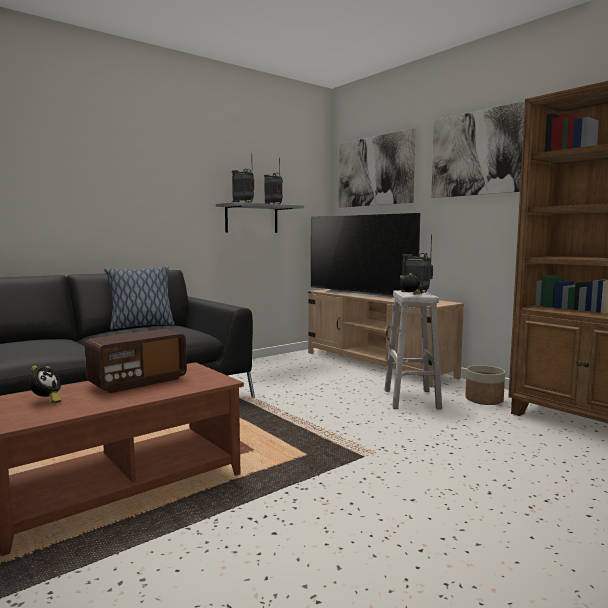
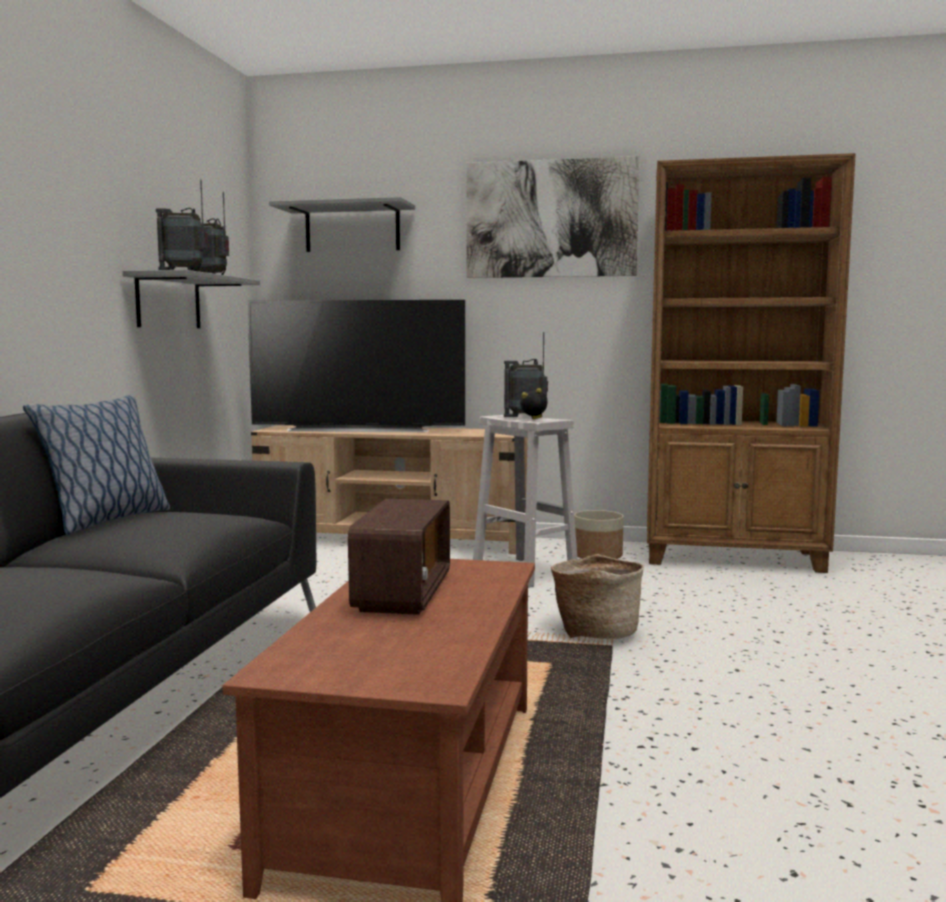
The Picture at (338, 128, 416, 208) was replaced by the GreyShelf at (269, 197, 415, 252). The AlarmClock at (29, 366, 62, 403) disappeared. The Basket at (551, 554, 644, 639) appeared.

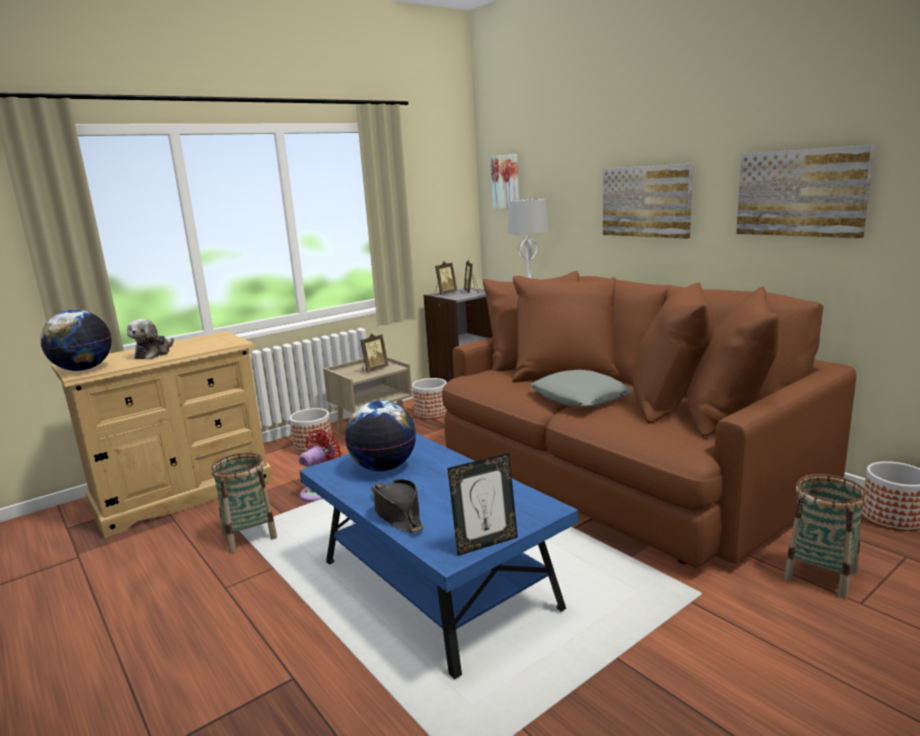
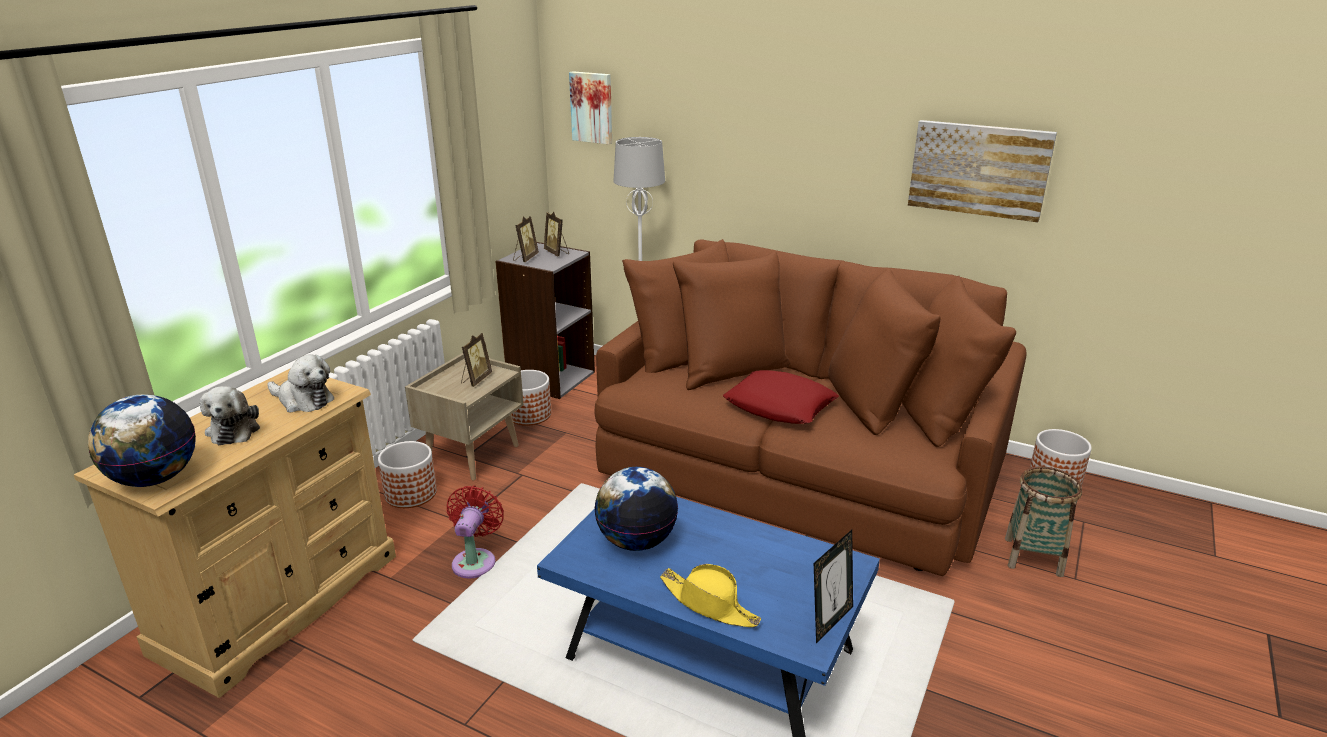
The Picture at (603, 164, 693, 239) disappeared. The GreyPillow at (530, 370, 634, 408) became the RedPillow at (723, 370, 839, 424). The Basket at (211, 453, 277, 553) disappeared. The BlackHat at (371, 479, 424, 533) became the YellowHat at (660, 564, 761, 627). The PlushToy at (267, 354, 334, 412) appeared.

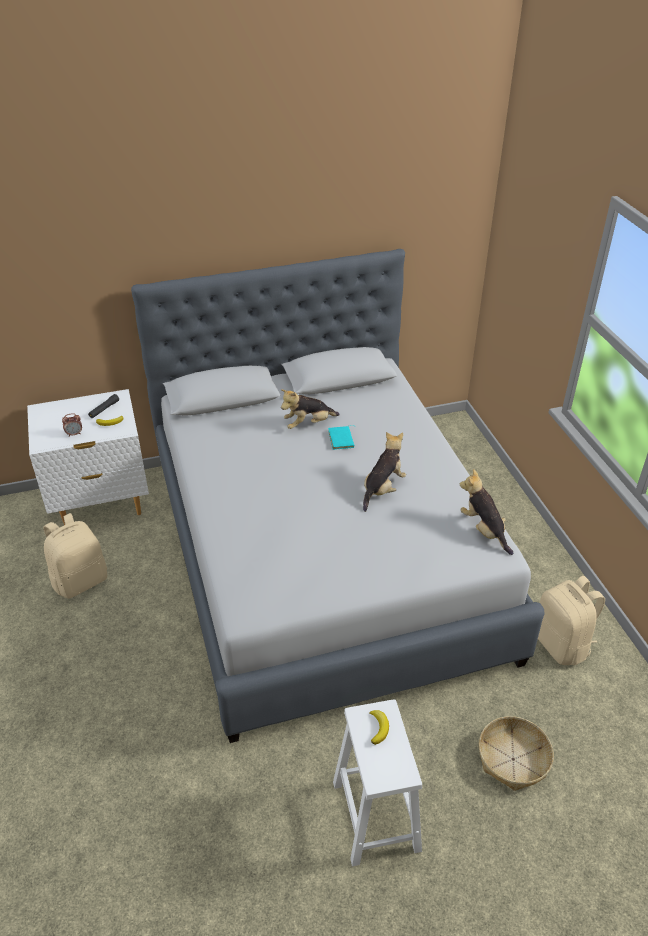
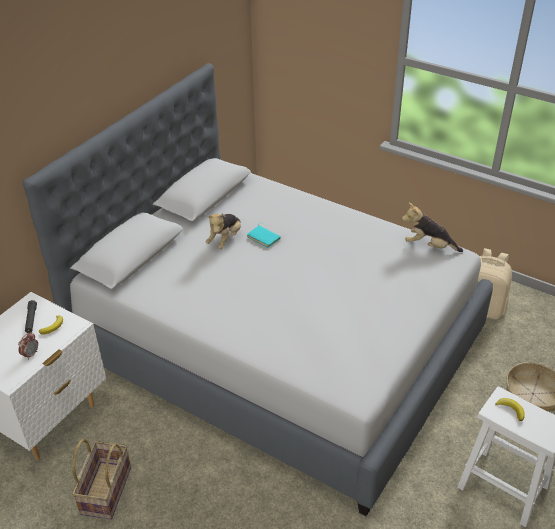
The PlushToy at (363, 432, 406, 512) disappeared. The BeigeBackpack at (43, 513, 107, 599) was replaced by the Basket at (72, 439, 131, 520).

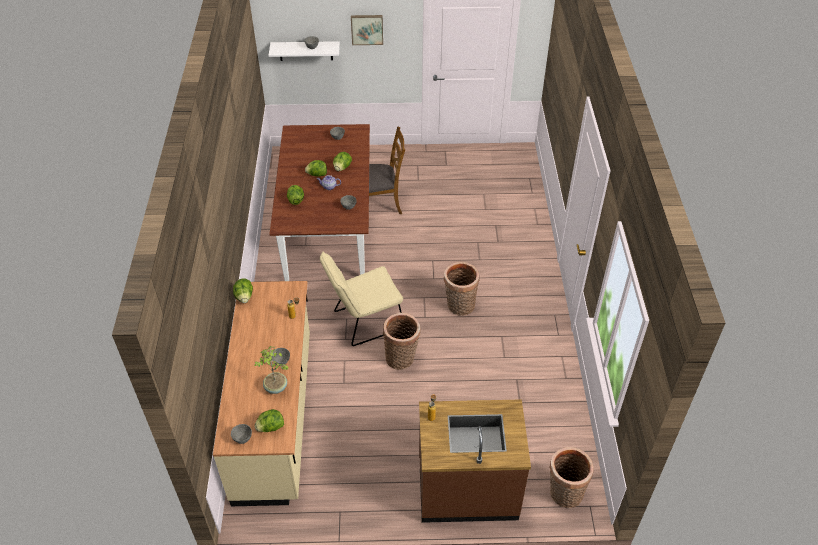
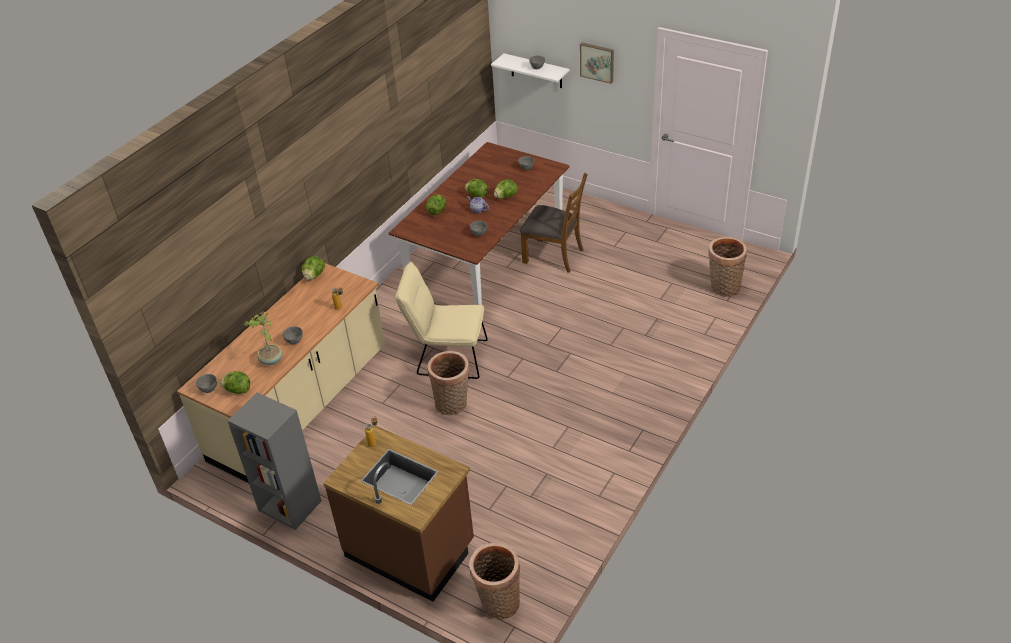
The Basket moved from (444, 262, 480, 316) to (708, 237, 747, 297). The GreyBookcase at (228, 392, 321, 530) appeared.

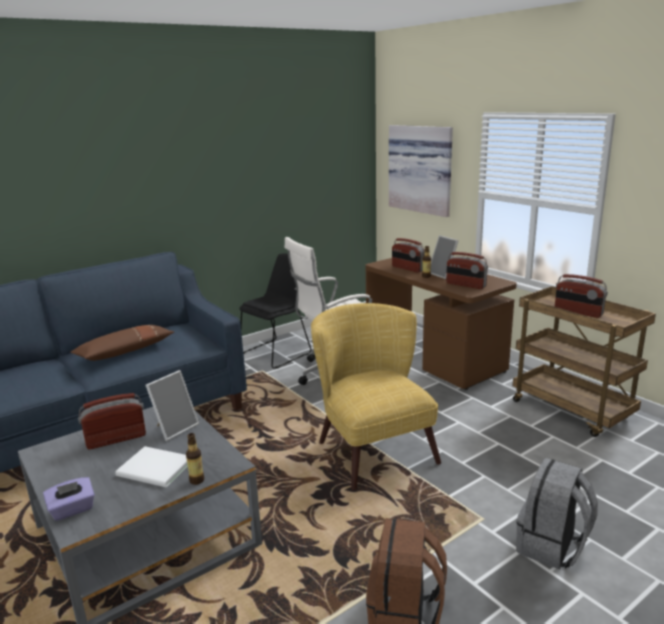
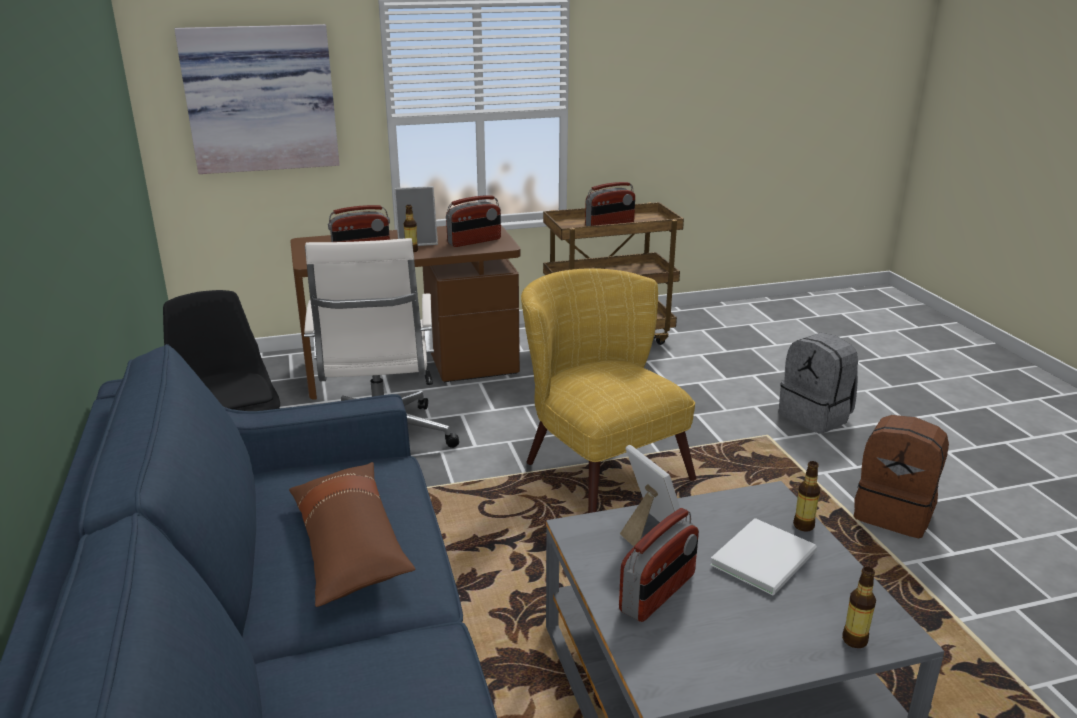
The YellowArmchair at (311, 303, 441, 490) turned 60 degrees clockwise. The Radio at (78, 393, 146, 449) turned 135 degrees counterclockwise. The PurpleTissueBox at (43, 477, 95, 521) was replaced by the Bottle at (842, 567, 876, 648).

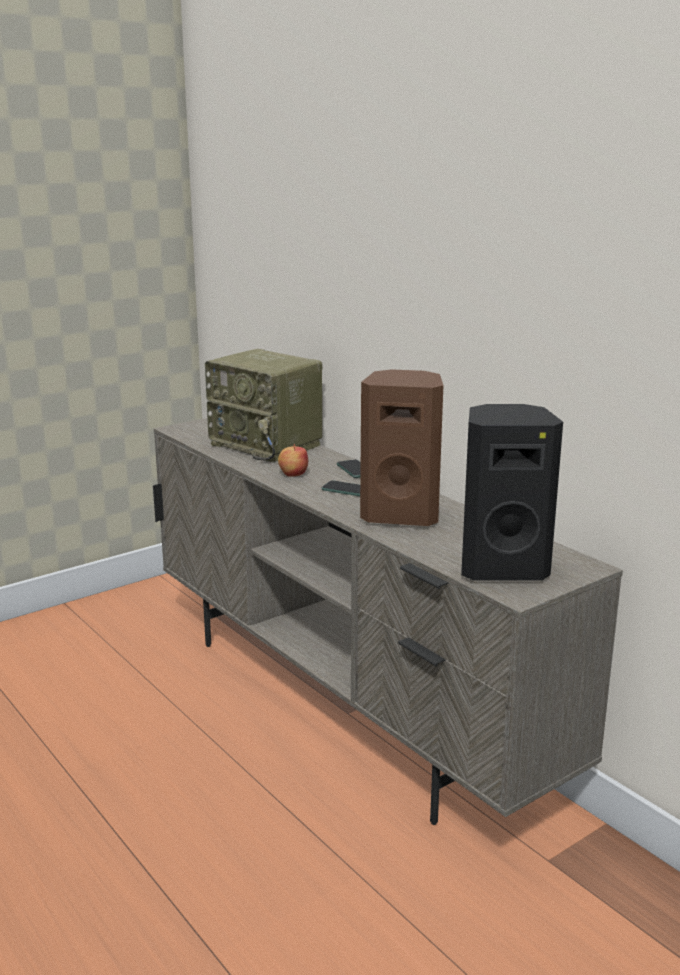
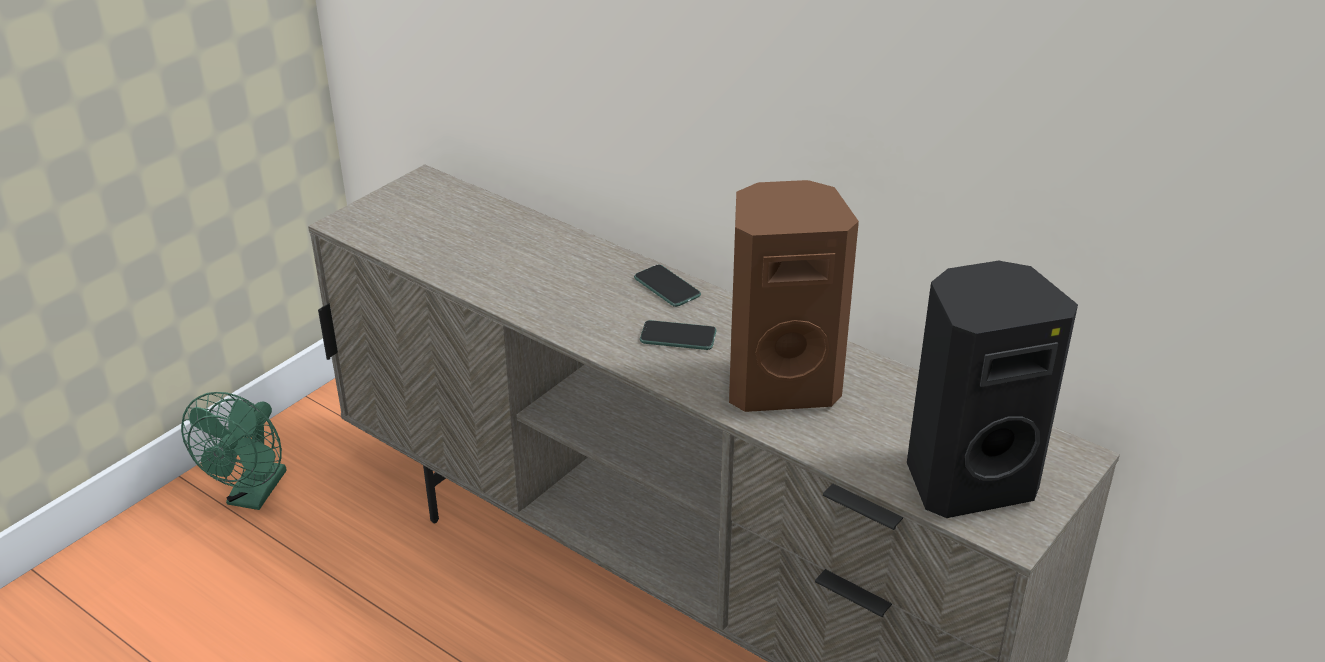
The Radio at (205, 349, 322, 463) disappeared. The Apple at (278, 444, 308, 477) disappeared. The GreenFan at (181, 392, 286, 510) appeared.

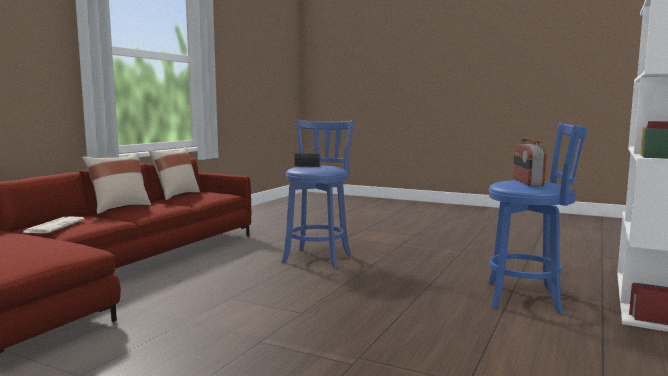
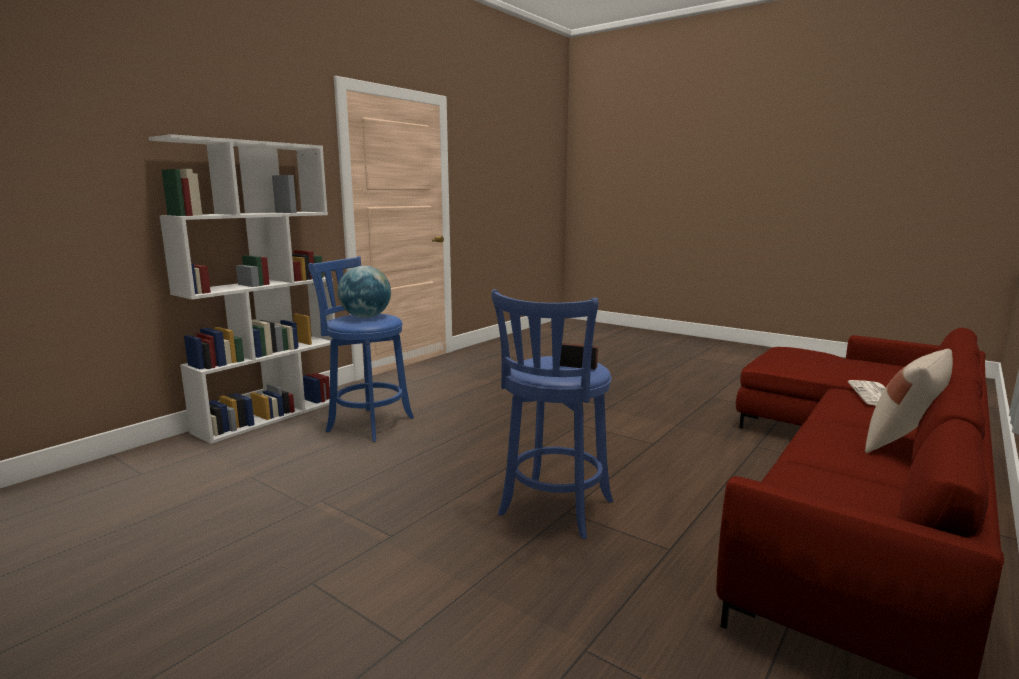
The Radio at (513, 137, 546, 186) was replaced by the Globe at (338, 266, 391, 318). The BeigePillow at (149, 147, 200, 200) disappeared.

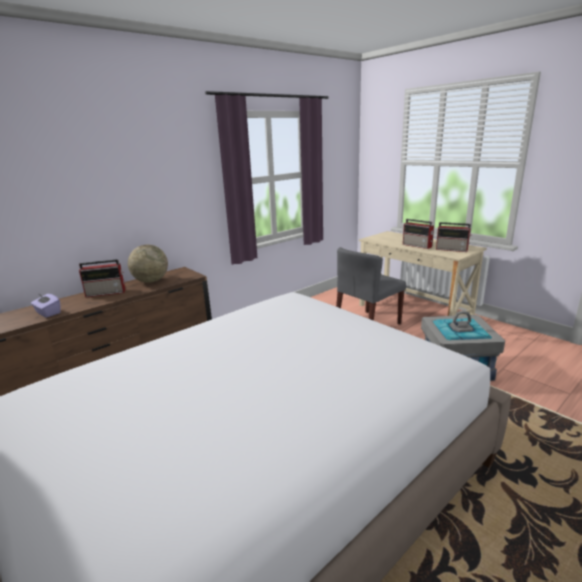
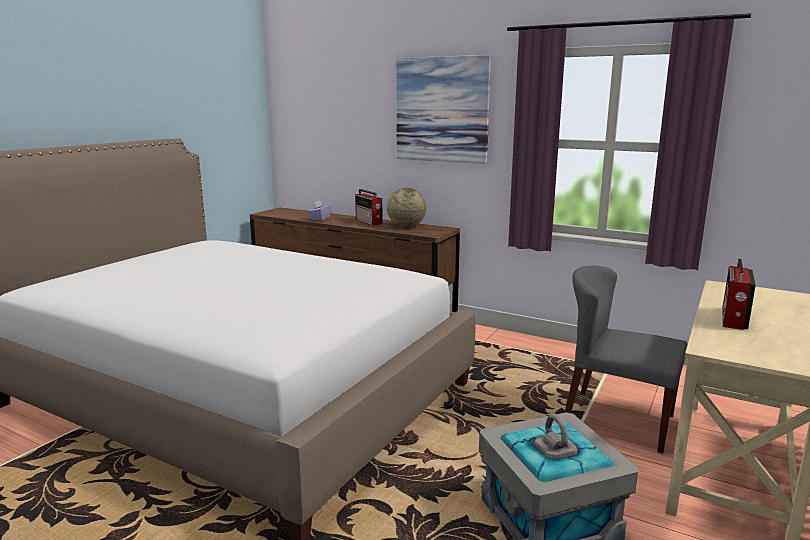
The Radio at (436, 222, 471, 252) disappeared. The Picture at (396, 55, 491, 164) appeared.

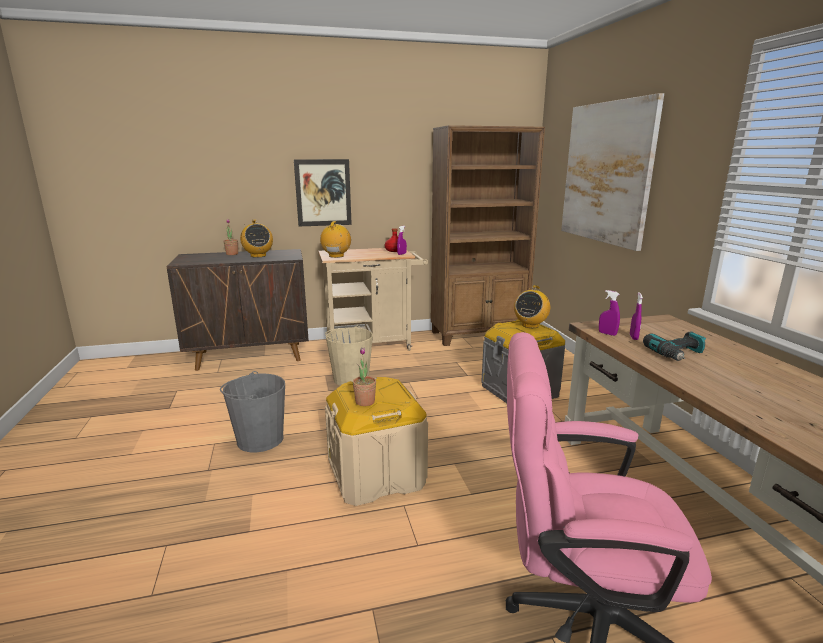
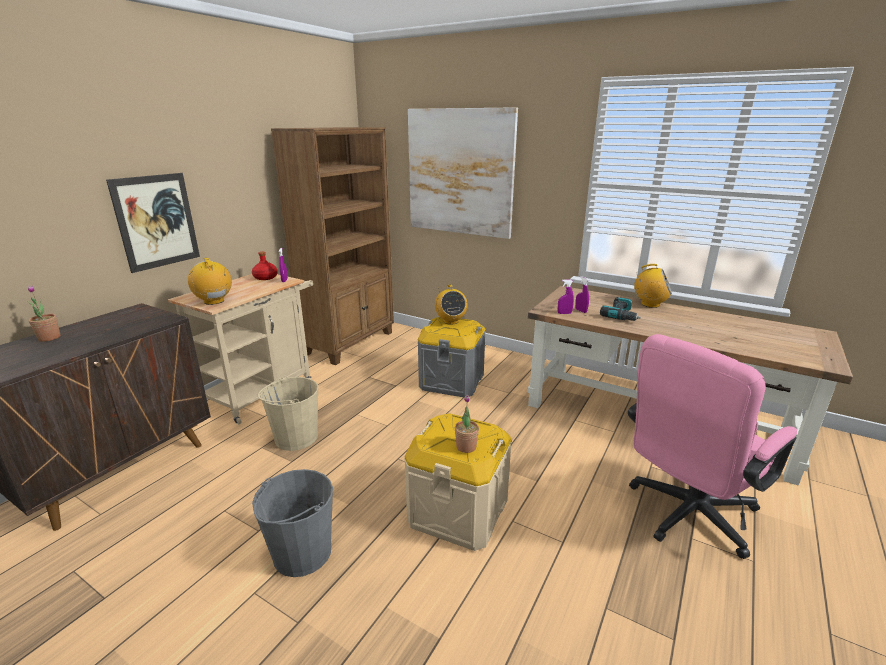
The Radio moved from (240, 219, 273, 257) to (634, 264, 672, 308).

